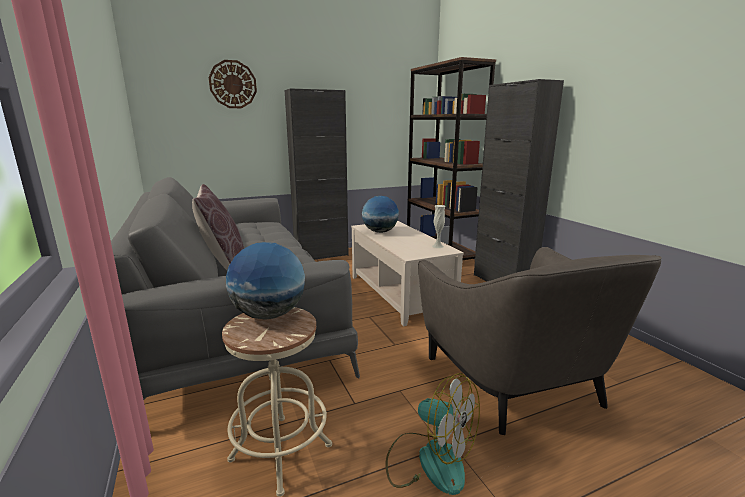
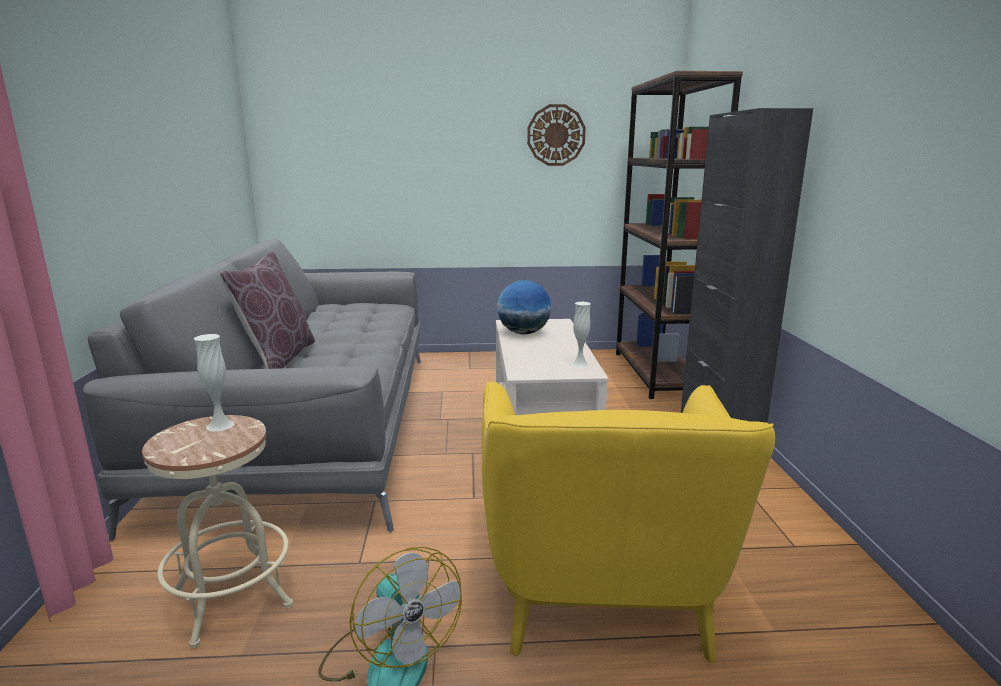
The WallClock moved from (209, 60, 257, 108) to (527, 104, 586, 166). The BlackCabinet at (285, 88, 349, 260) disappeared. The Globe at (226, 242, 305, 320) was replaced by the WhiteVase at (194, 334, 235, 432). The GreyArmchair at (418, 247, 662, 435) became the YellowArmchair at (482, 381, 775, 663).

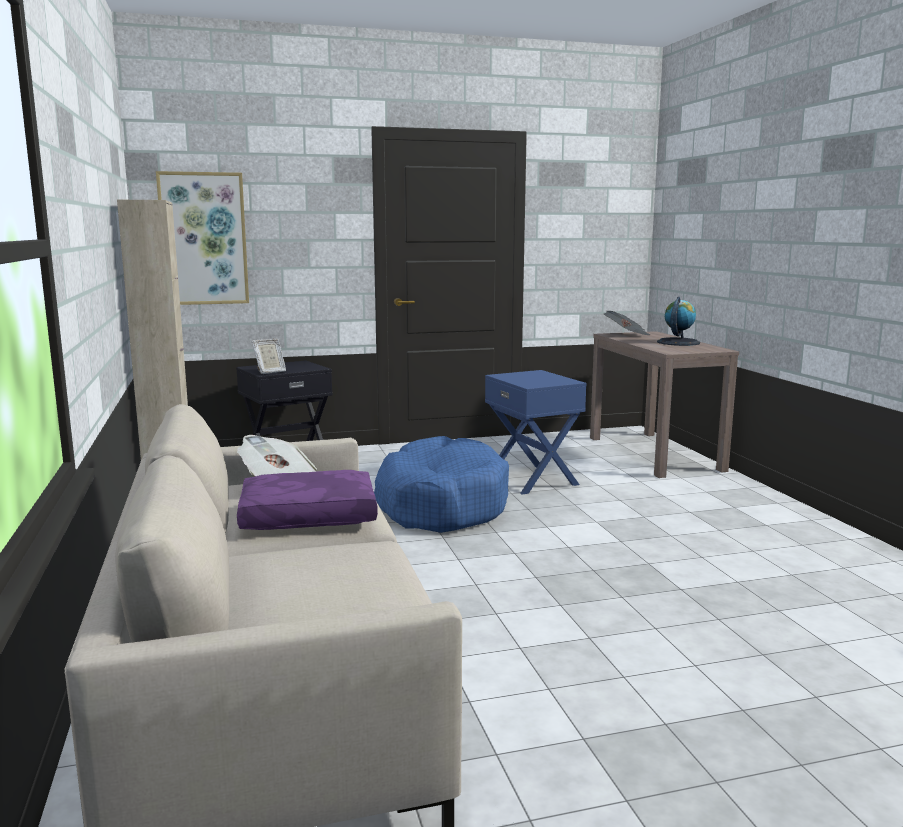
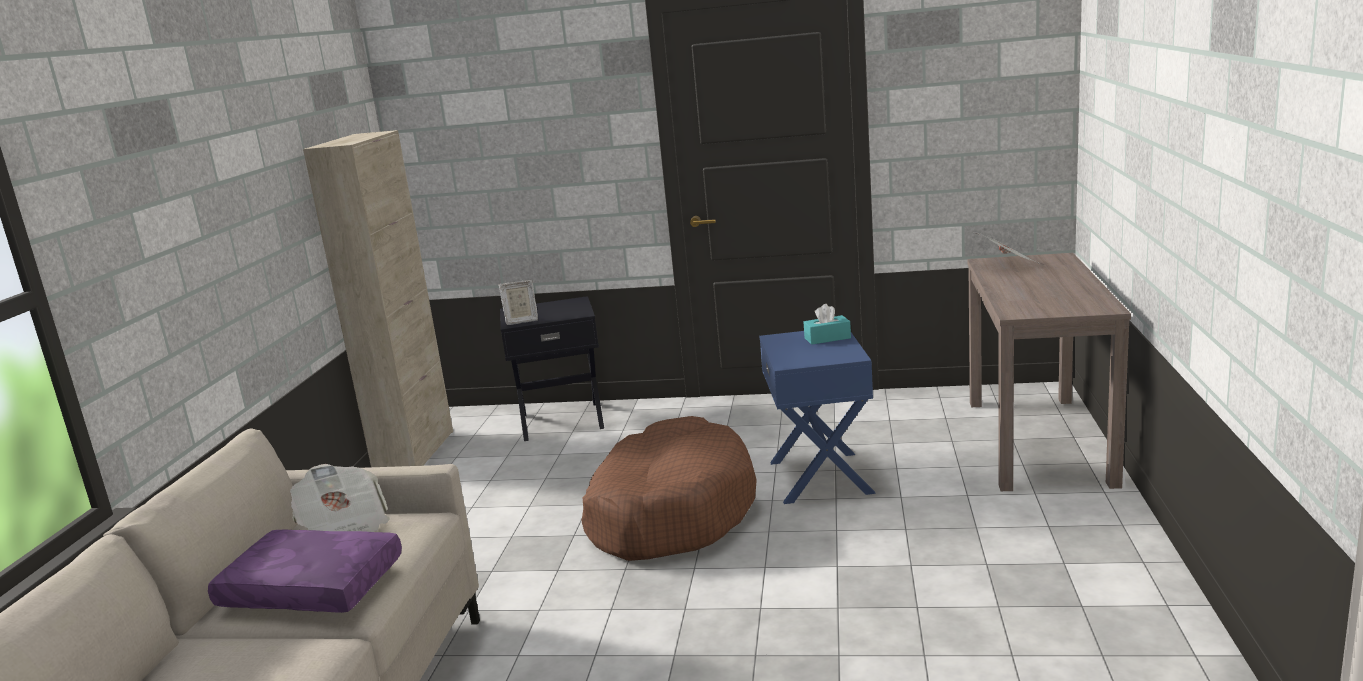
The Picture at (156, 171, 249, 305) disappeared. The Globe at (657, 297, 700, 346) disappeared. The BlueDogBed at (374, 436, 509, 533) became the BrownDogBed at (581, 416, 757, 561). The TurquoiseTissueBox at (804, 304, 851, 345) appeared.

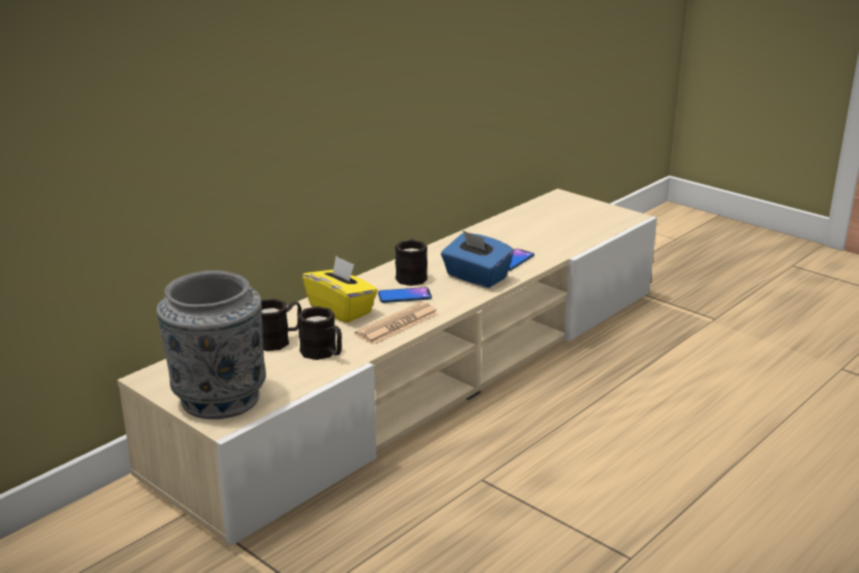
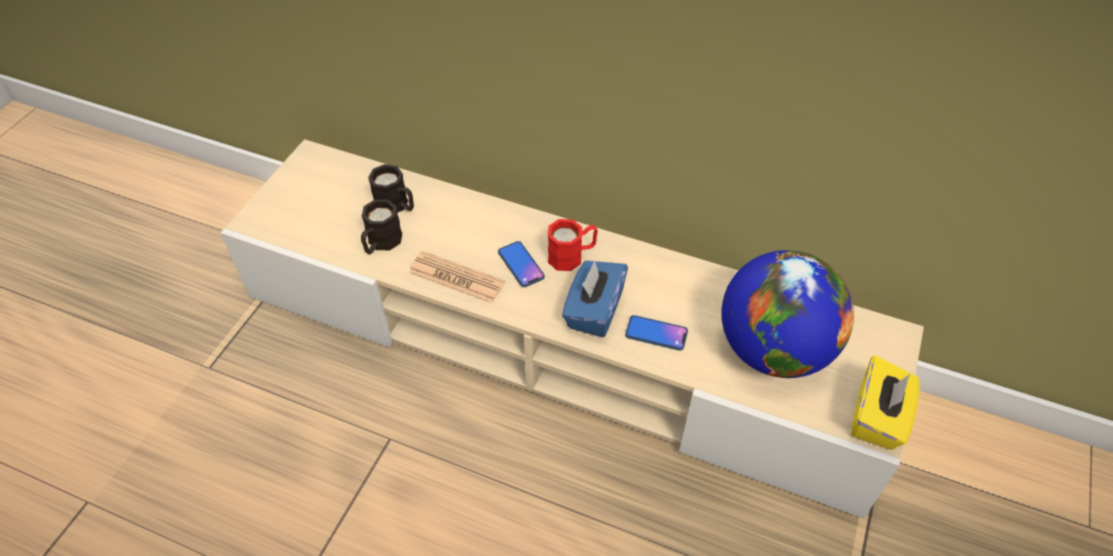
The BlackMug at (395, 239, 427, 286) became the RedMug at (548, 219, 598, 271). The YellowTissueBox moved from (302, 256, 378, 323) to (851, 355, 920, 450). The GreyVase at (157, 270, 266, 419) disappeared. The Globe at (721, 250, 854, 378) appeared.

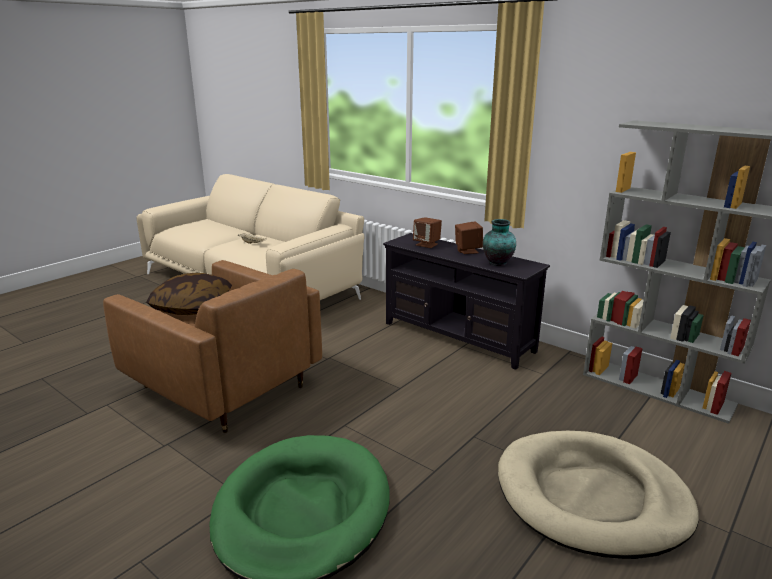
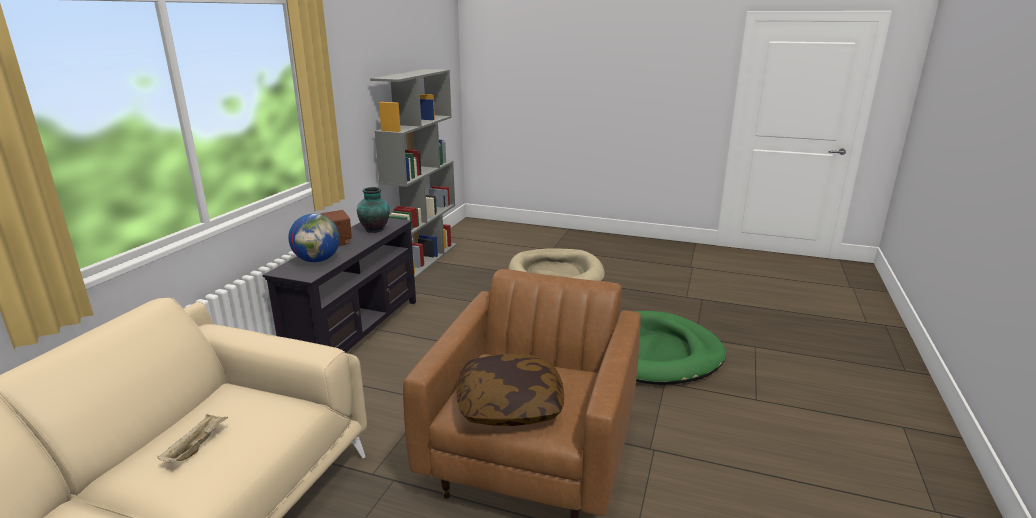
The BrownSpeaker at (413, 217, 442, 248) was replaced by the Globe at (288, 214, 340, 263).

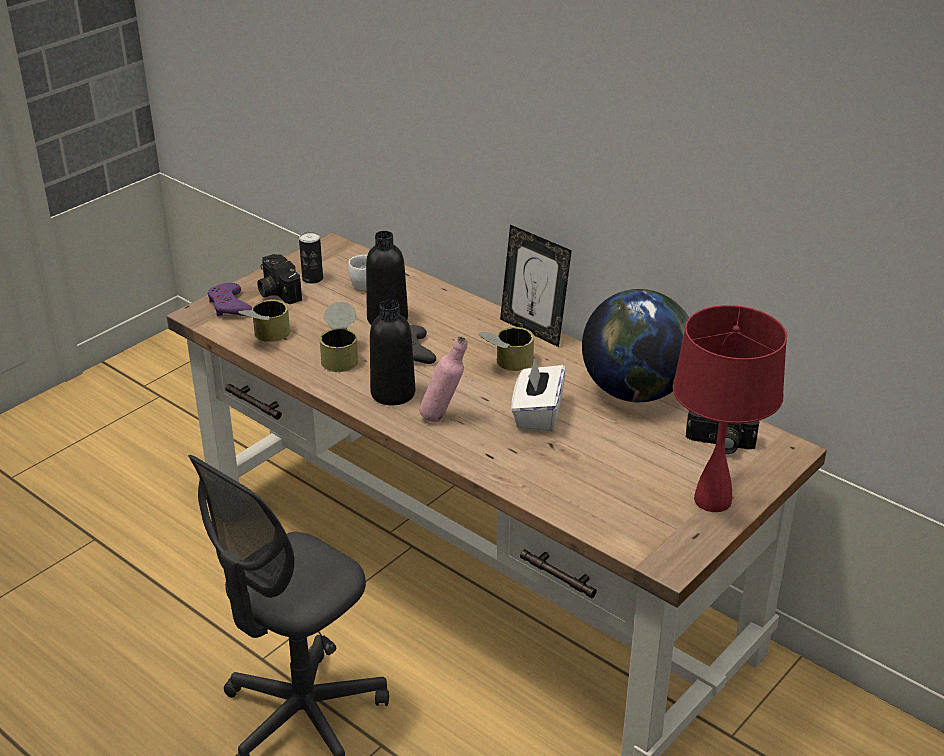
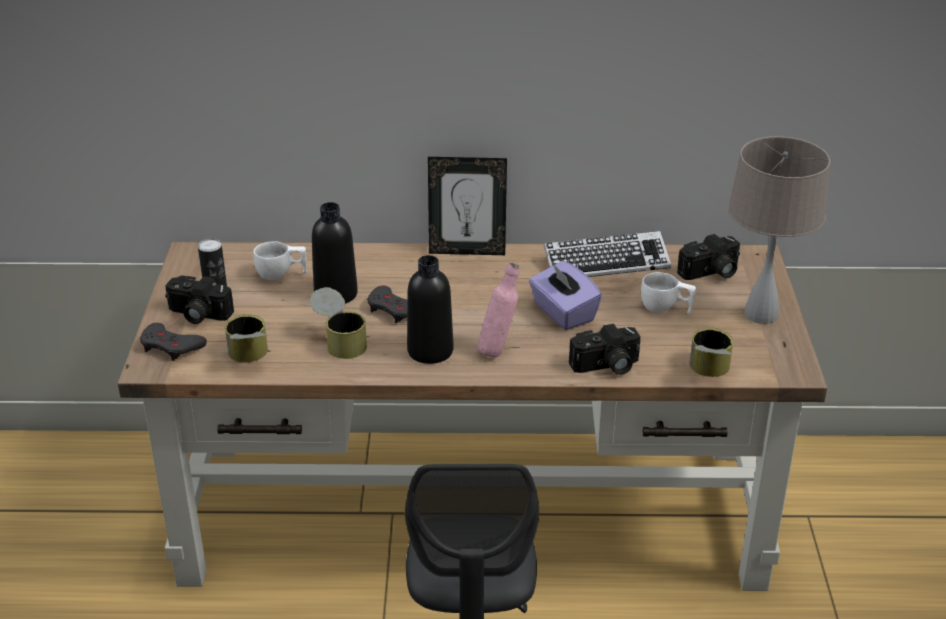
The PurpleGameController at (208, 283, 252, 316) became the GreyGameController at (140, 323, 207, 361). The Globe at (582, 289, 689, 402) was replaced by the Keyboard at (544, 231, 671, 277). The RedTableLamp at (673, 305, 787, 512) became the BeigeTableLamp at (728, 136, 830, 324). The Can moved from (479, 327, 534, 371) to (689, 328, 733, 377). The WhiteTissueBox at (511, 359, 566, 432) became the PurpleTissueBox at (529, 261, 602, 330). The WhiteCup at (641, 272, 696, 314) appeared. The PhotoCamera at (569, 324, 641, 375) appeared.

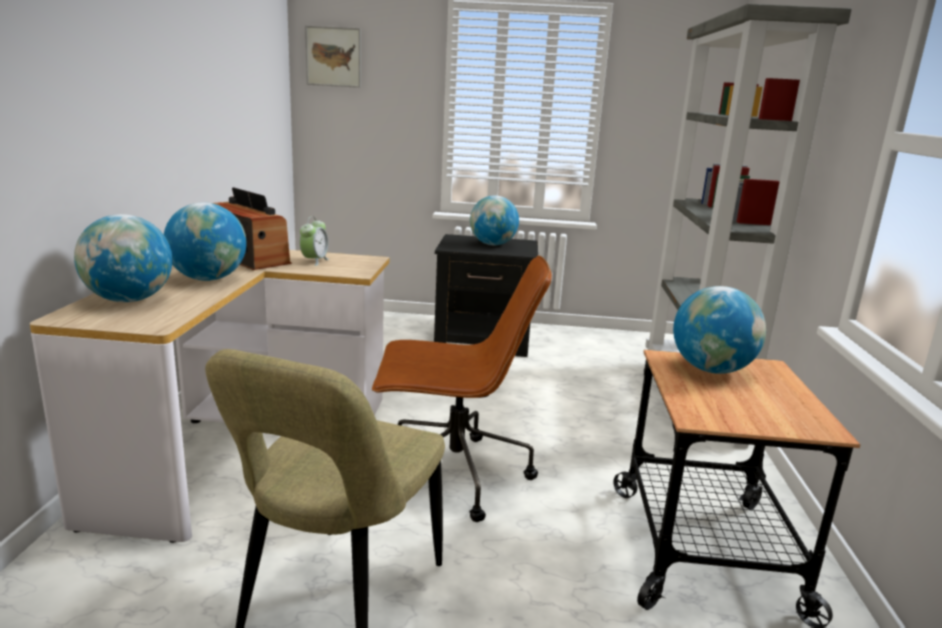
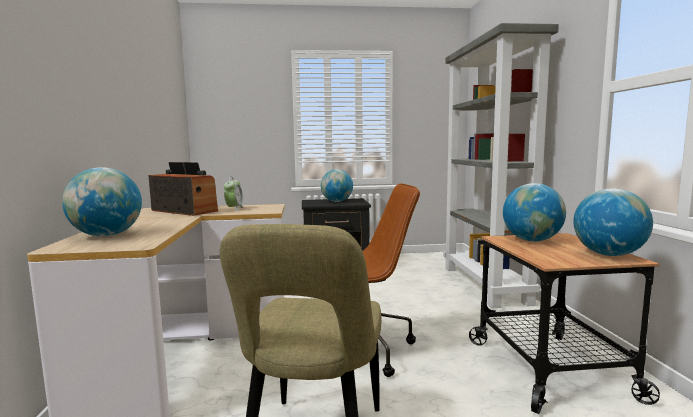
The Picture at (305, 25, 361, 88) disappeared. The Globe moved from (164, 202, 246, 281) to (573, 188, 653, 256).

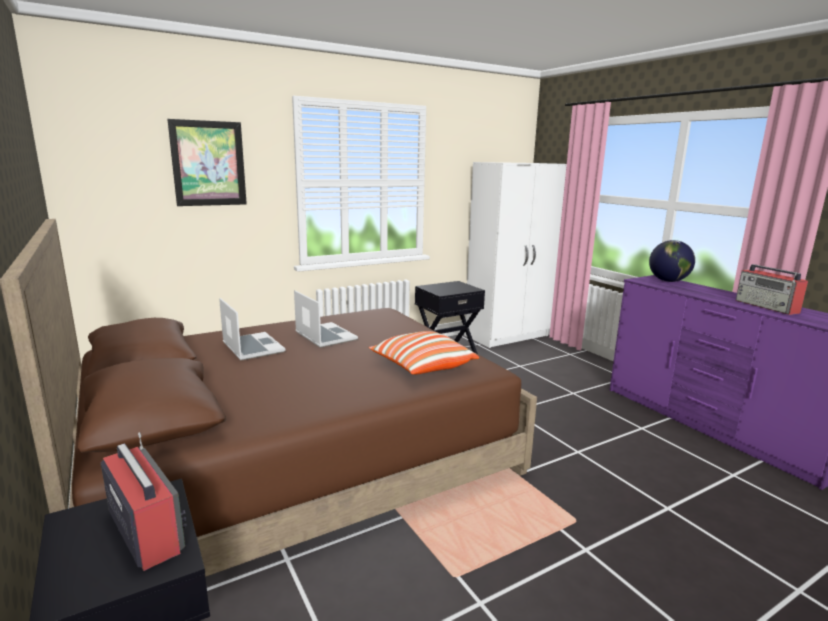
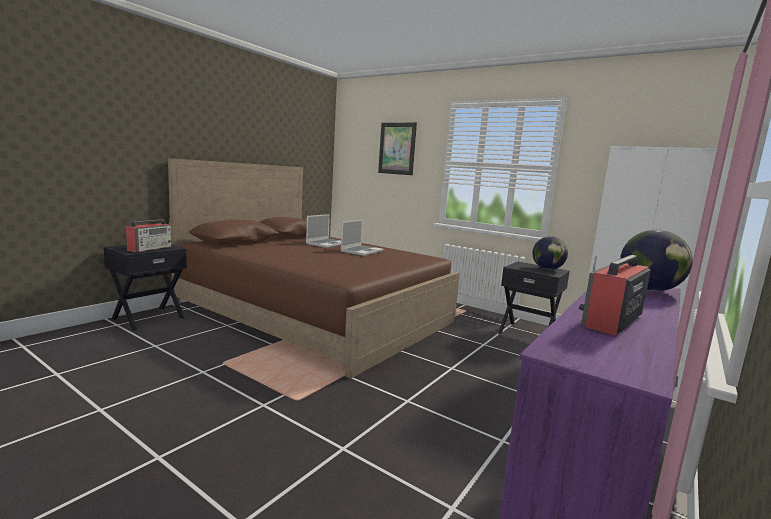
The Pillow at (369, 331, 479, 374) disappeared. The Globe at (532, 236, 568, 270) appeared.

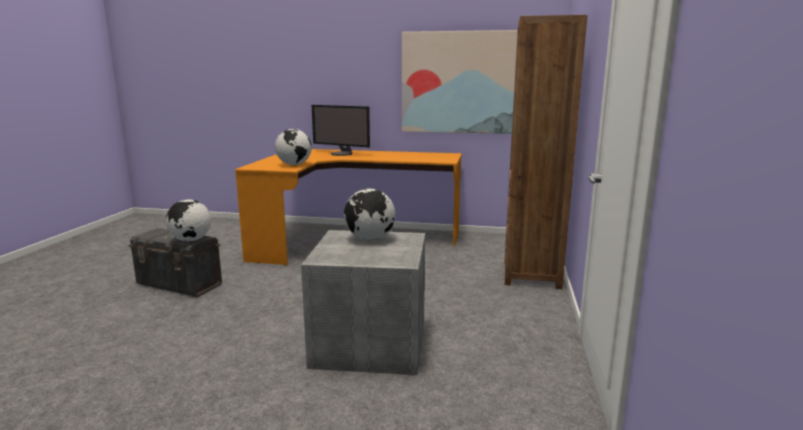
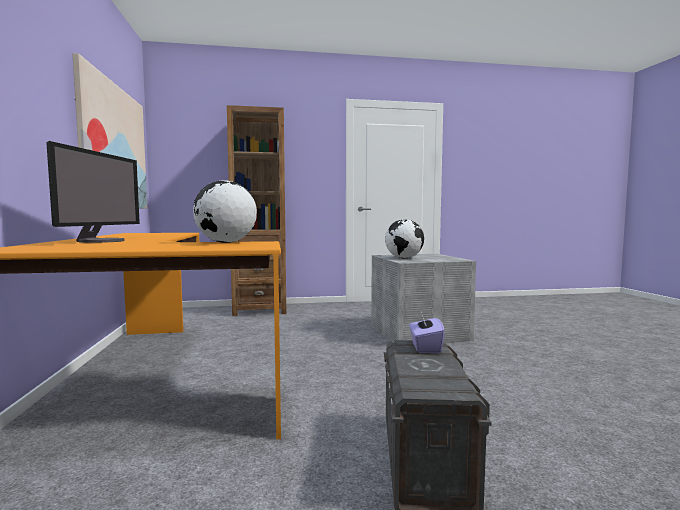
The Globe at (166, 199, 211, 242) was replaced by the PurpleTissueBox at (409, 312, 445, 353).

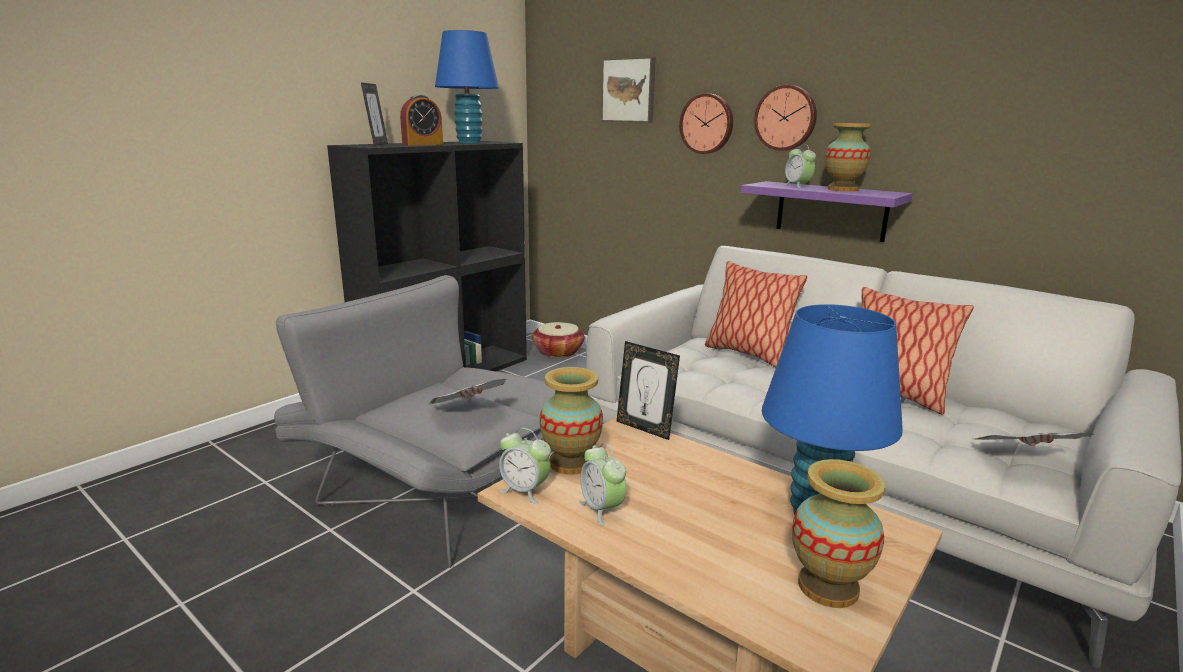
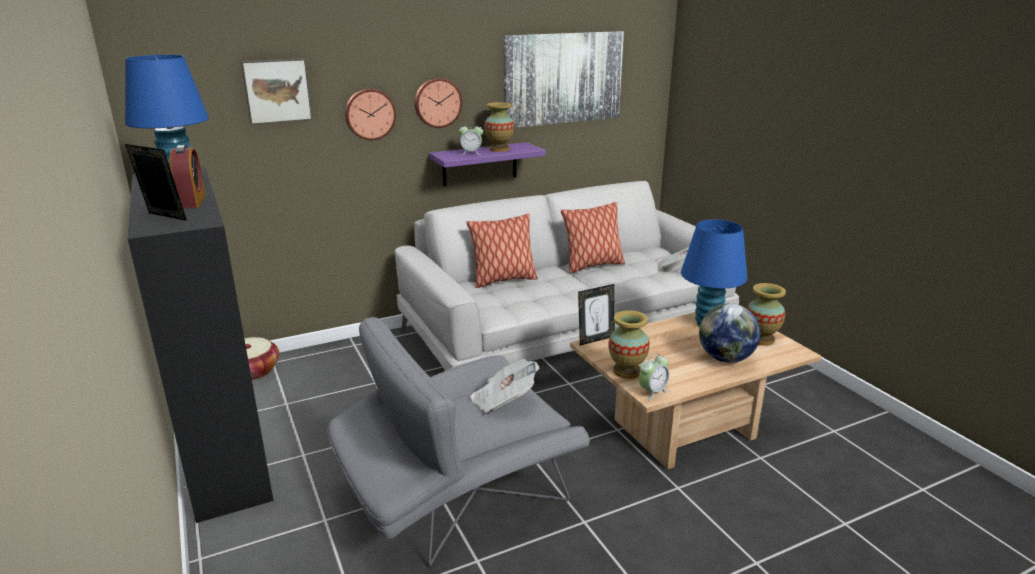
The AlarmClock at (579, 443, 626, 526) disappeared. The Picture at (503, 31, 624, 128) appeared. The Globe at (699, 303, 760, 363) appeared.

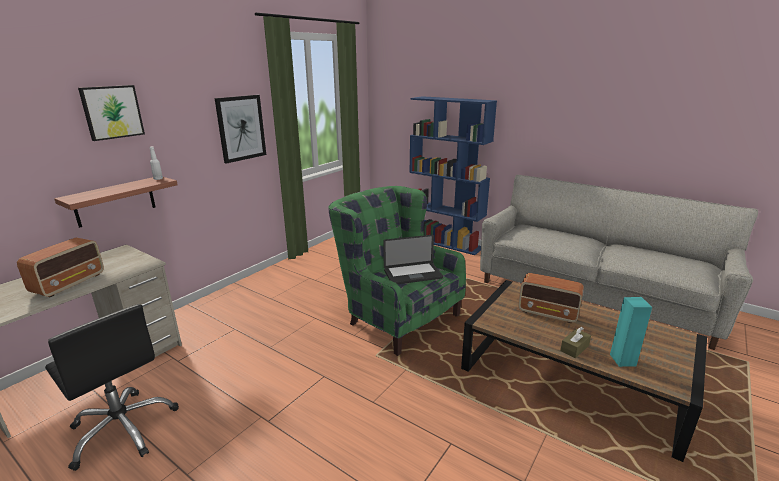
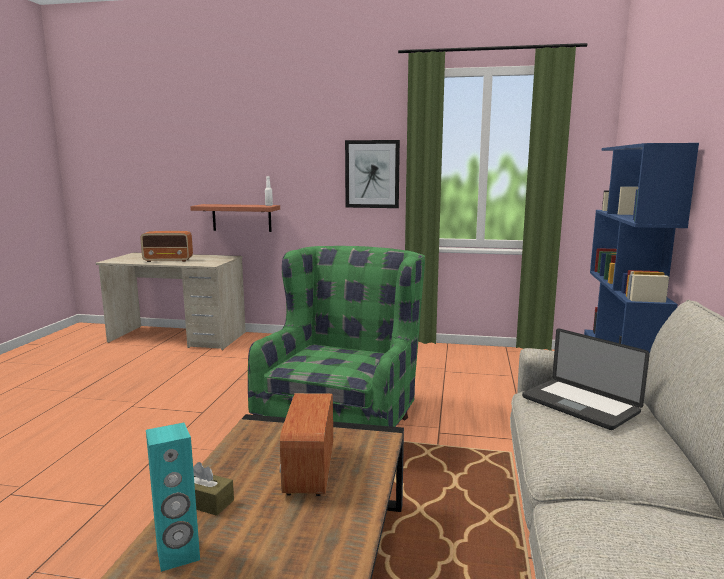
The Picture at (78, 85, 145, 141) disappeared. The Laptop moved from (383, 235, 443, 284) to (522, 328, 650, 430). The BlackOfficeChair at (45, 304, 179, 471) disappeared.

